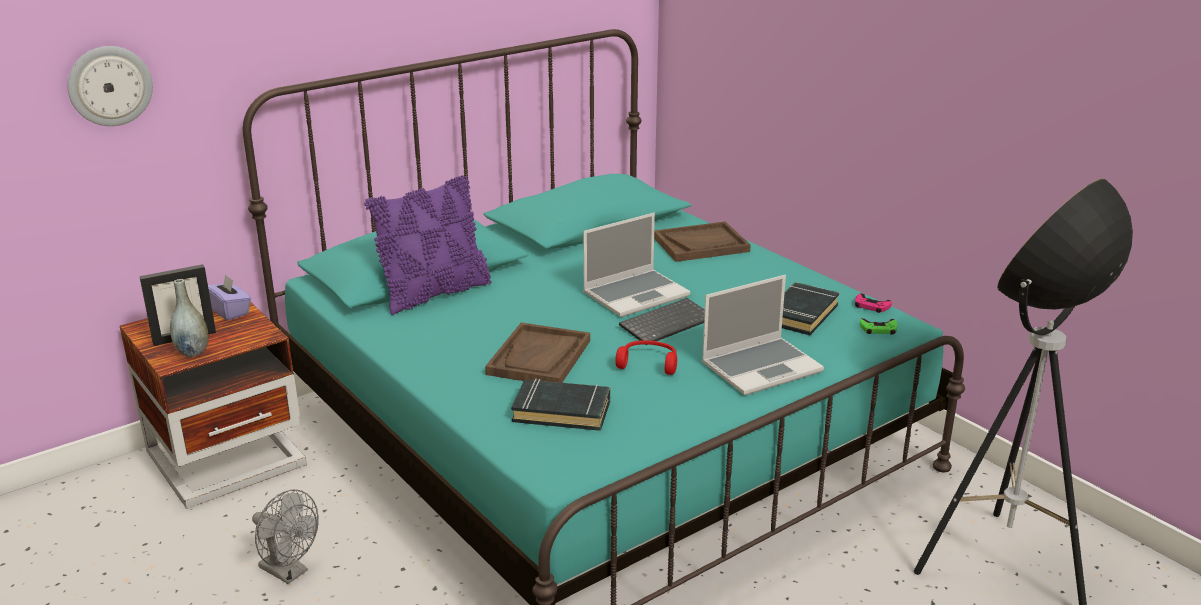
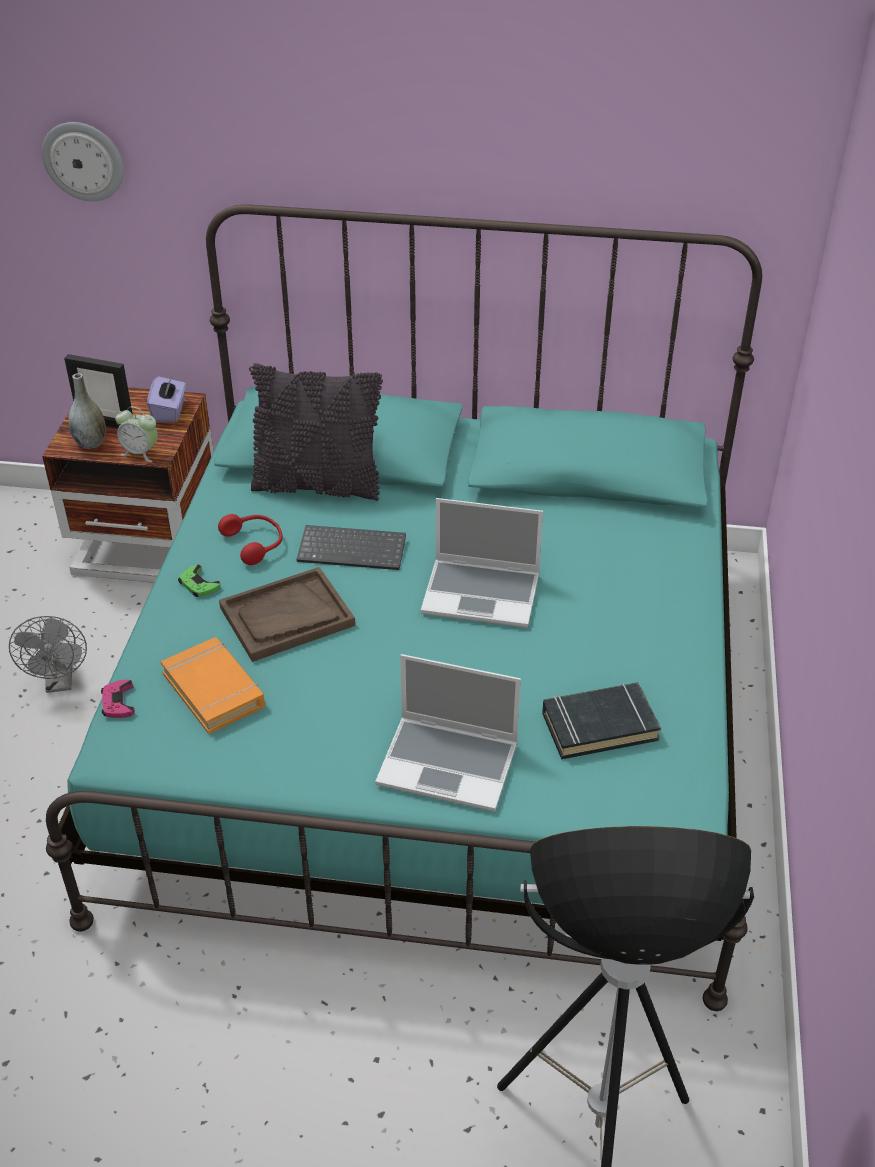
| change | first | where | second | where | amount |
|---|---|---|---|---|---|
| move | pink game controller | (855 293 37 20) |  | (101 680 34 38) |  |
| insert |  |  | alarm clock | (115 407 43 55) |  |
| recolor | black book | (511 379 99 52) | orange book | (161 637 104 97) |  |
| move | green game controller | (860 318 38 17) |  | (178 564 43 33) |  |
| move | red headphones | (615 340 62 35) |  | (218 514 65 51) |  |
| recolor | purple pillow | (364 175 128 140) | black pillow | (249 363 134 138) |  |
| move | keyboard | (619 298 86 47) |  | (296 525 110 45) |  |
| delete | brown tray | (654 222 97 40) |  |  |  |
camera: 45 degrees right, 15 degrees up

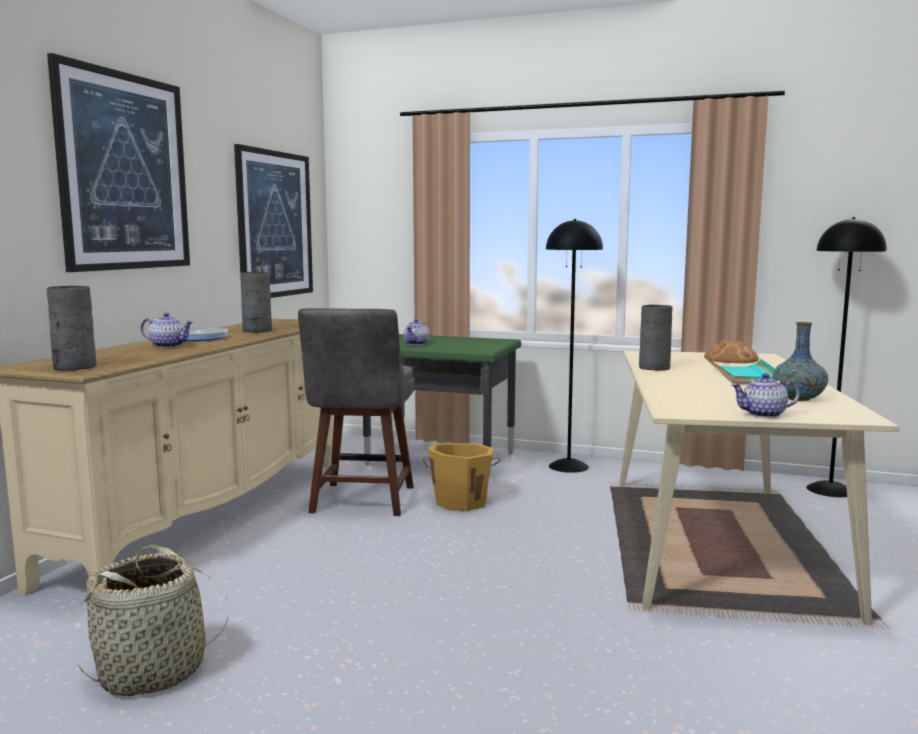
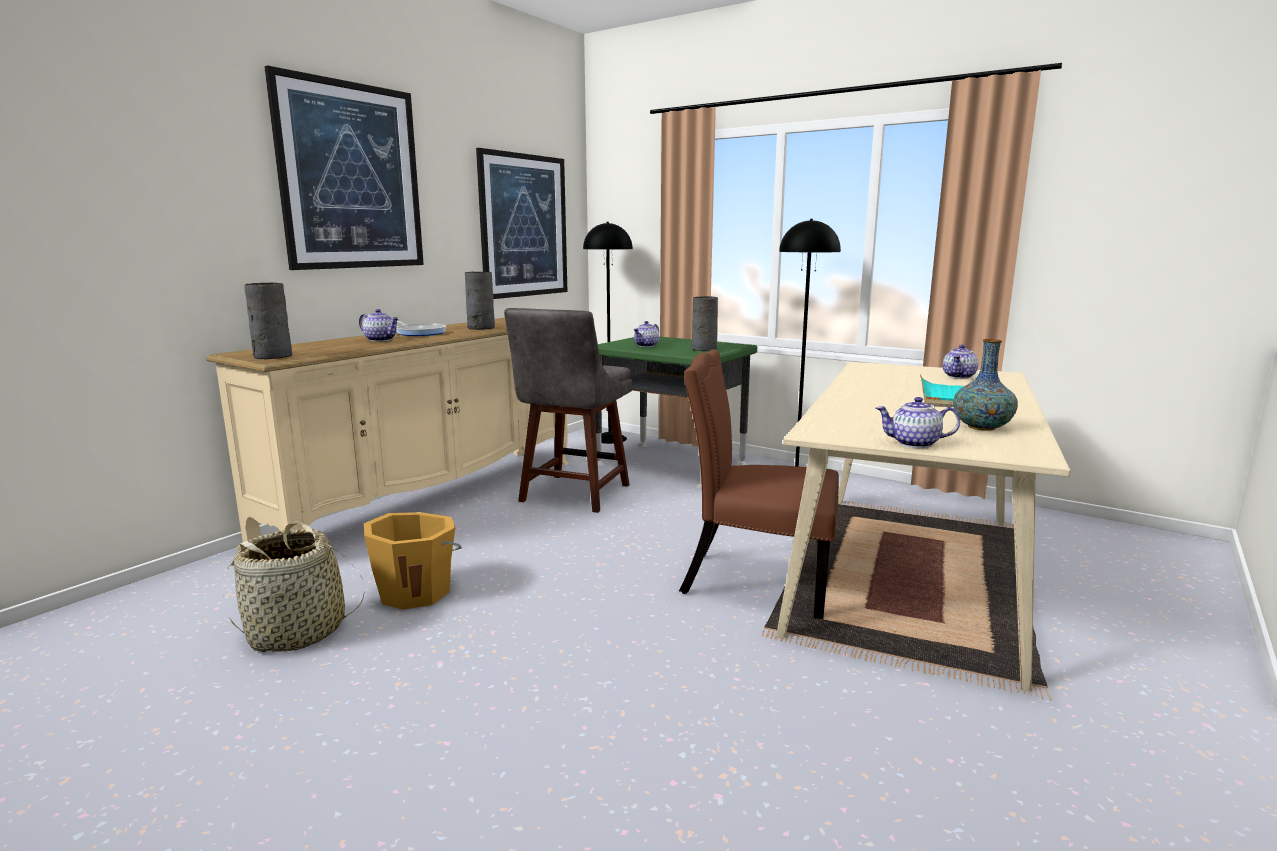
| change | first | where | second | where | amount |
|---|---|---|---|---|---|
| move | orange bucket | (423 443 78 68) |  | (364 512 98 98) |  |
| move | black floor lamp | (806 217 81 280) |  | (583 222 50 222) |  |
| insert |  |  | brown chair | (679 350 160 269) |  |
| move | grey vase | (639 305 34 66) |  | (692 296 26 55) |  |
| replace | bread | (704 340 55 23) | teapot | (943 345 36 34) |  |
camera: 15 degrees right, 5 degrees up

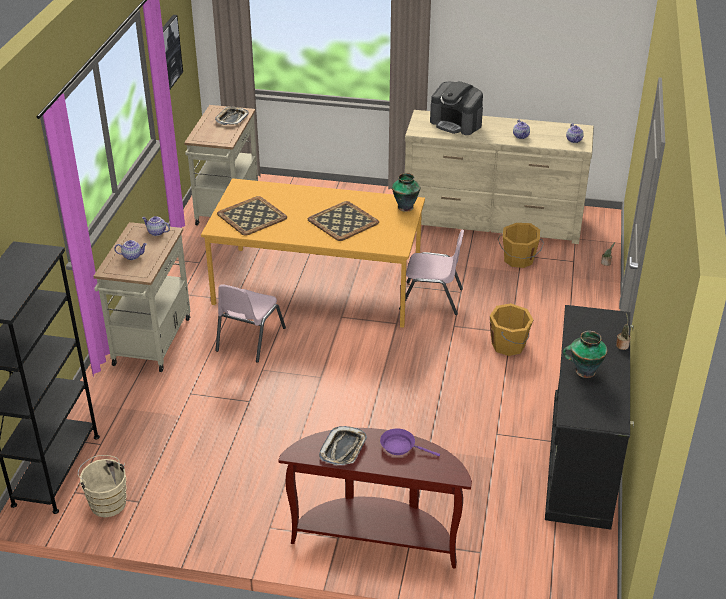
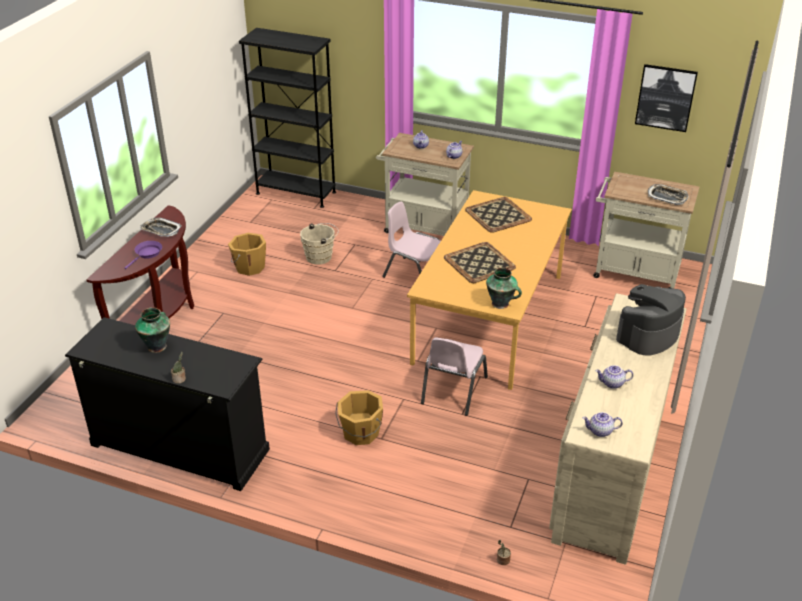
| change | first | where | second | where | amount |
|---|---|---|---|---|---|
| move | orange bucket | (498 223 46 45) |  | (228 233 38 43) |  |
| move | beige bucket | (78 455 49 62) |  | (300 223 39 42) |  |
camera: 100 degrees right, 0 degrees up

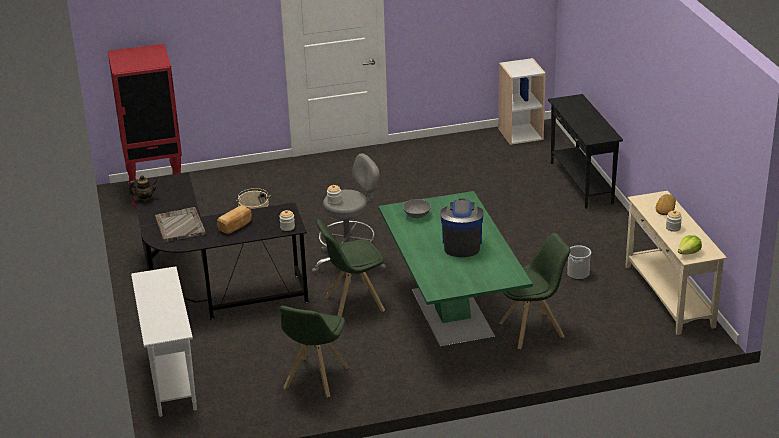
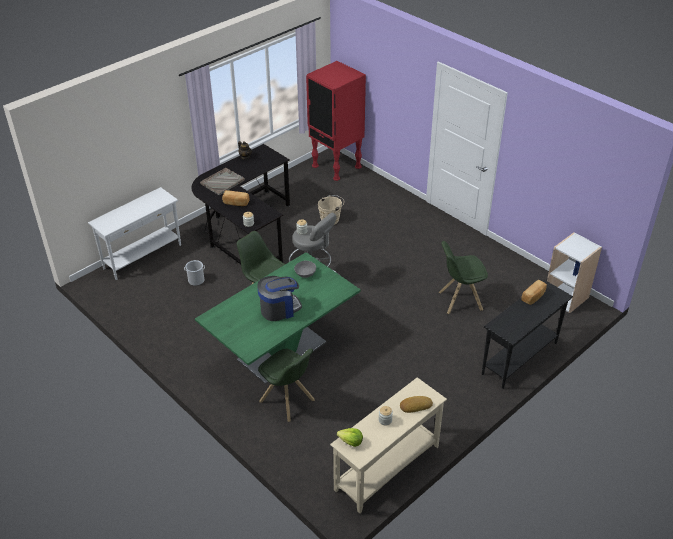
| change | first | where | second | where | amount |
|---|---|---|---|---|---|
| move | bucket | (567 245 24 35) |  | (184 260 21 26) |  |
| move | green chair | (280 306 69 92) |  | (439 241 49 73) |  |
| insert |  |  | bread | (521 280 26 25) |  |
camera: 60 degrees right, 10 degrees up

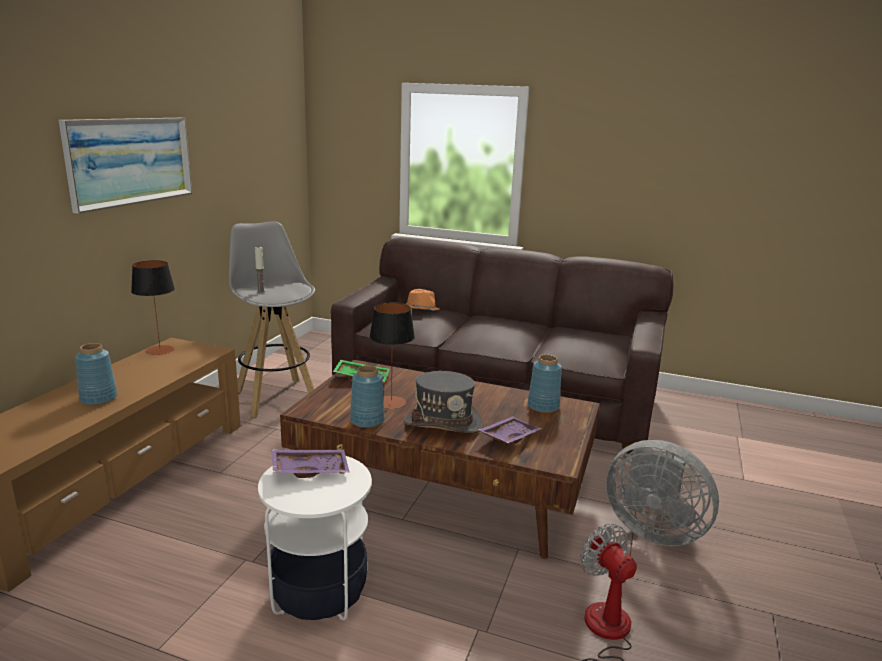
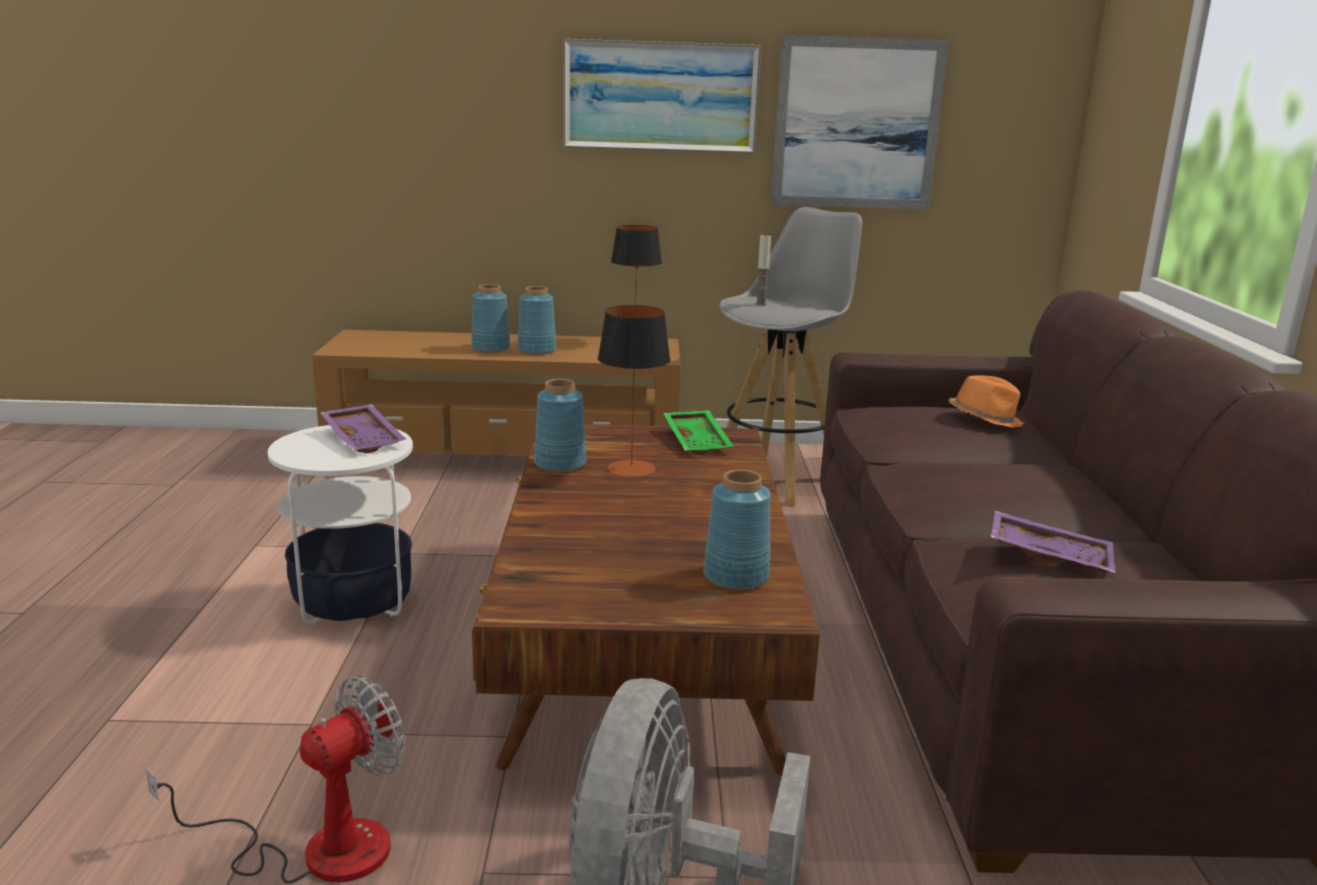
| change | first | where | second | where | amount |
|---|---|---|---|---|---|
| insert |  |  | blue vase | (517 286 39 69) |  |
| insert |  |  | picture | (771 35 177 175) |  |
| move | purple tray | (478 416 64 28) |  | (991 511 125 62) |  |
| delete | grey hat | (404 371 79 62) |  |  |  |
camera: 70 degrees right, 0 degrees up

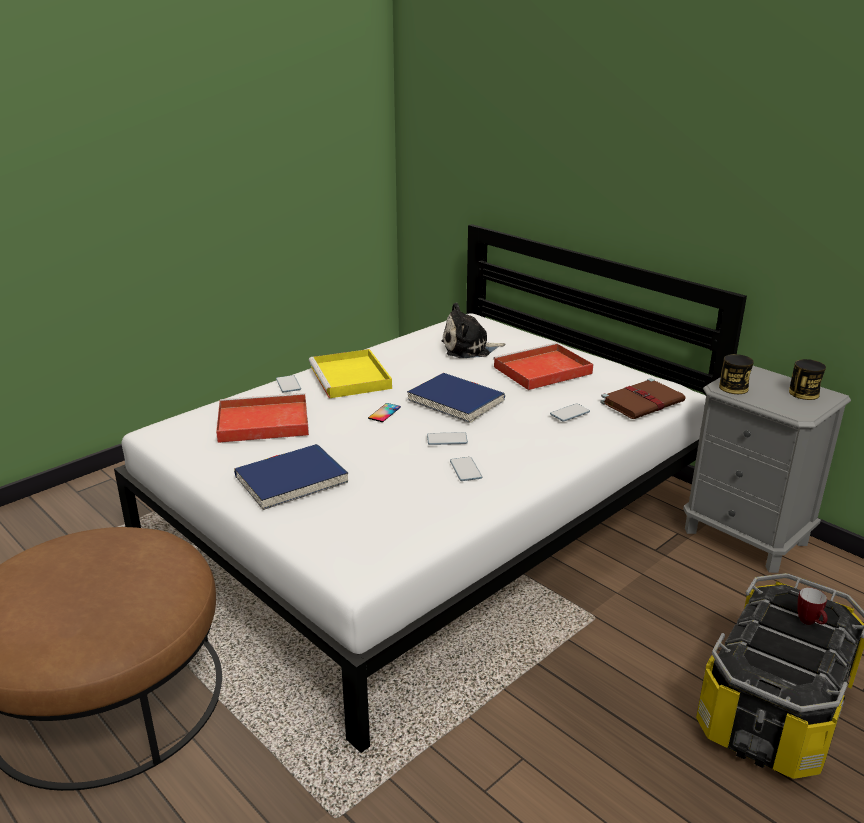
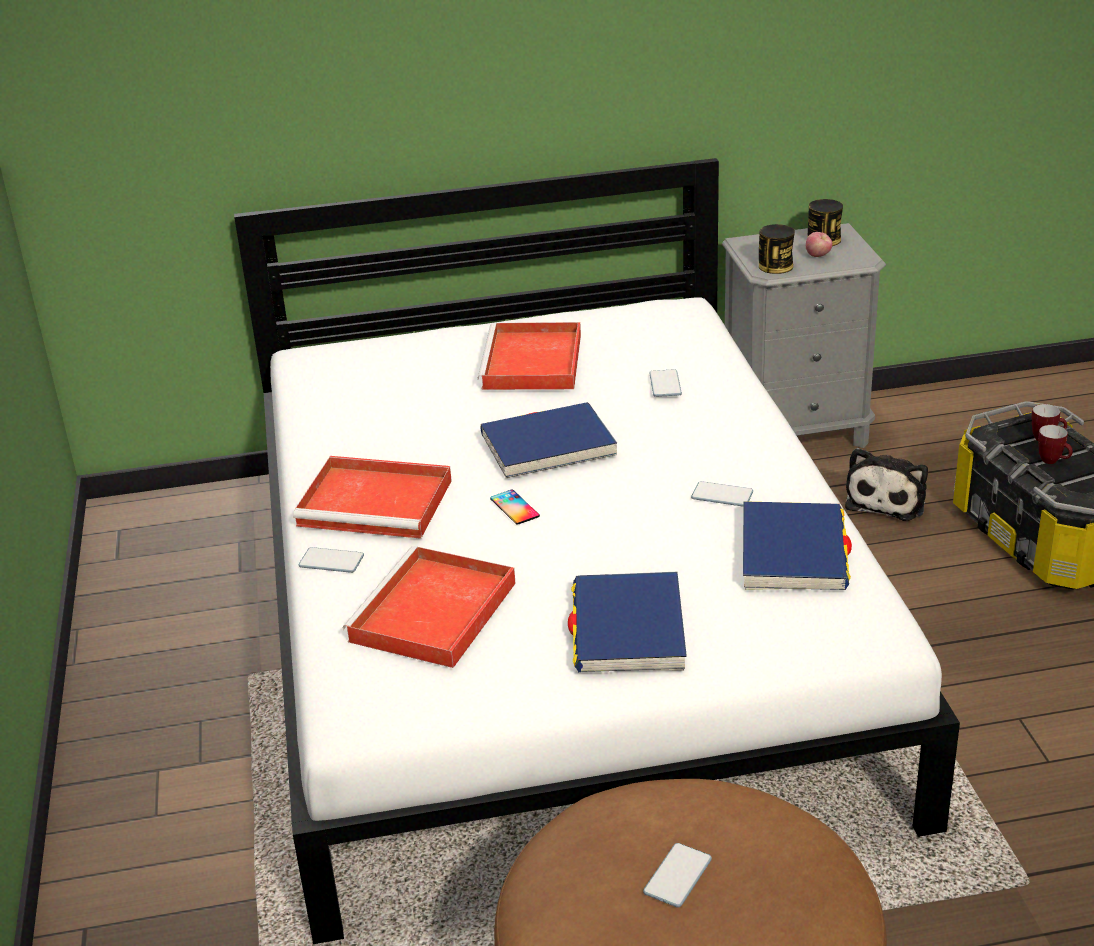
| change | first | where | second | where | amount |
|---|---|---|---|---|---|
| recolor | yellow tray | (309 349 83 49) | red tray | (293 456 159 83) |  |
| move | phone | (427 432 41 13) |  | (643 843 69 64) |  |
| insert |  |  | blue book | (743 501 109 89) |  |
| insert |  |  | apple | (806 232 26 25) |  |
| move | plush toy | (442 303 64 55) |  | (845 448 83 73) |  |
| insert |  |  | mug | (1038 425 35 39) |  |
| delete | brown book | (600 378 86 41) |  |  |  |
camera: 55 degrees left, 5 degrees up

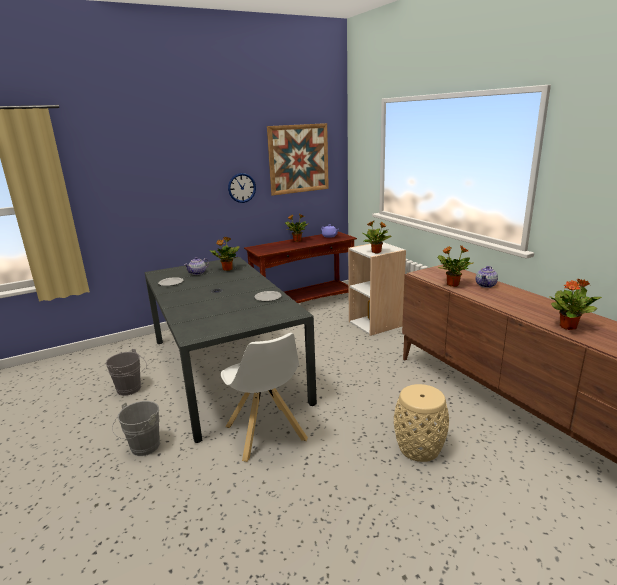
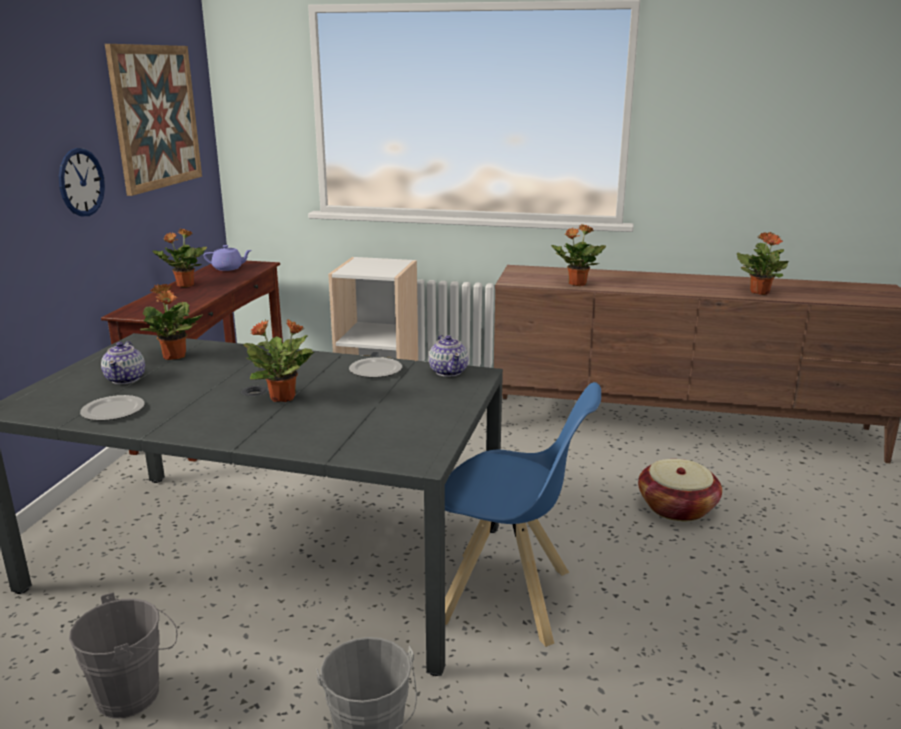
| change | first | where | second | where | amount |
|---|---|---|---|---|---|
| move | potted plant | (363 221 29 32) |  | (243 319 71 83) |  |
| move | teapot | (476 266 22 22) |  | (429 335 39 42) |  |
| recolor | white chair | (221 333 87 129) | blue chair | (445 382 156 265) |  |
| replace | beige stool | (394 384 55 78) | basket | (638 459 84 62) |  |
camera: 50 degrees left, 0 degrees up

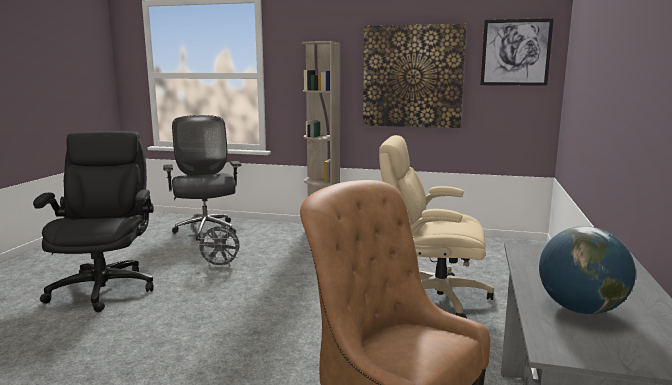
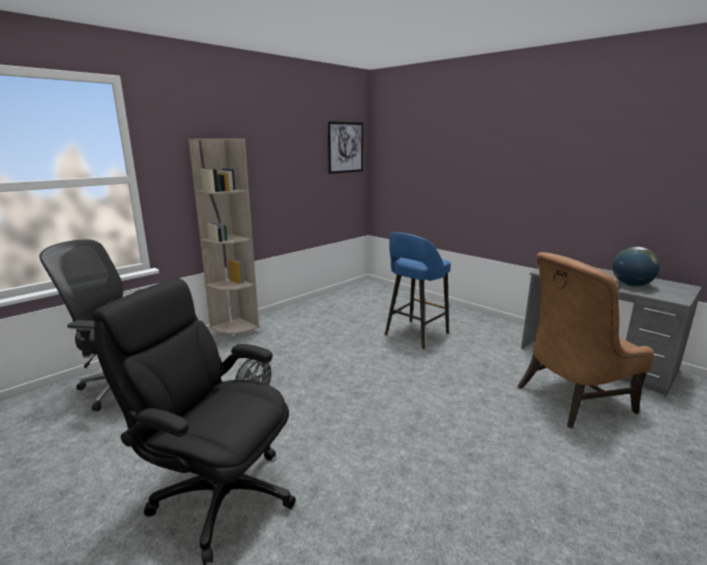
| change | first | where | second | where | amount |
|---|---|---|---|---|---|
| replace | beige office chair | (379 135 115 183) | blue stool | (384 232 67 117) |  |
| delete | picture | (363 24 103 104) |  |  |  |
camera: 60 degrees left, 5 degrees up

